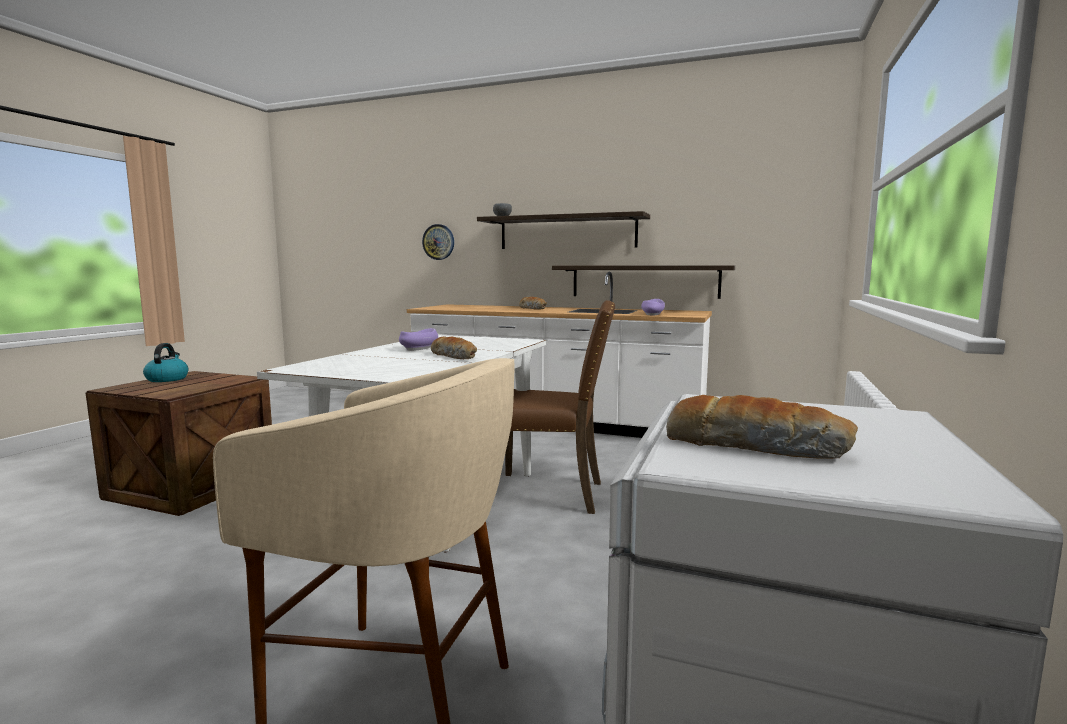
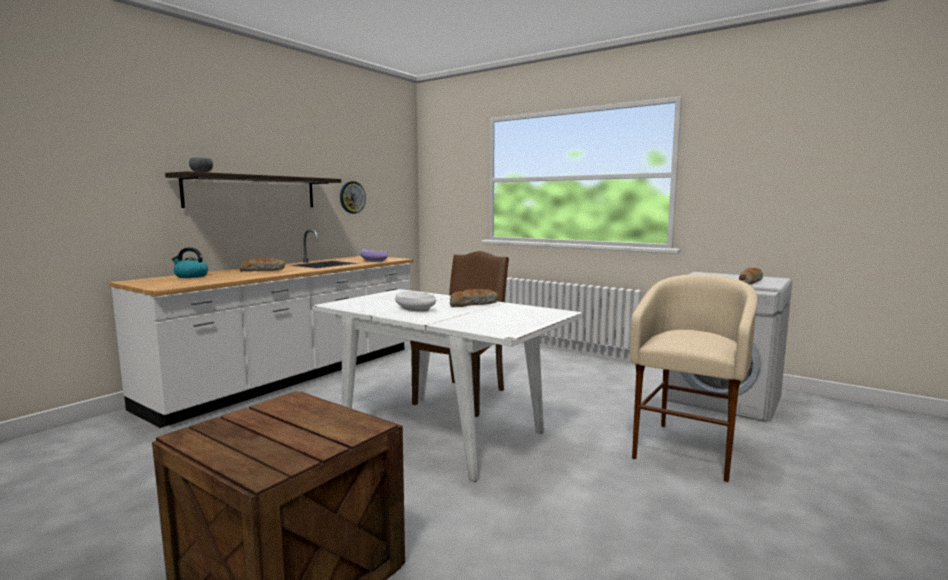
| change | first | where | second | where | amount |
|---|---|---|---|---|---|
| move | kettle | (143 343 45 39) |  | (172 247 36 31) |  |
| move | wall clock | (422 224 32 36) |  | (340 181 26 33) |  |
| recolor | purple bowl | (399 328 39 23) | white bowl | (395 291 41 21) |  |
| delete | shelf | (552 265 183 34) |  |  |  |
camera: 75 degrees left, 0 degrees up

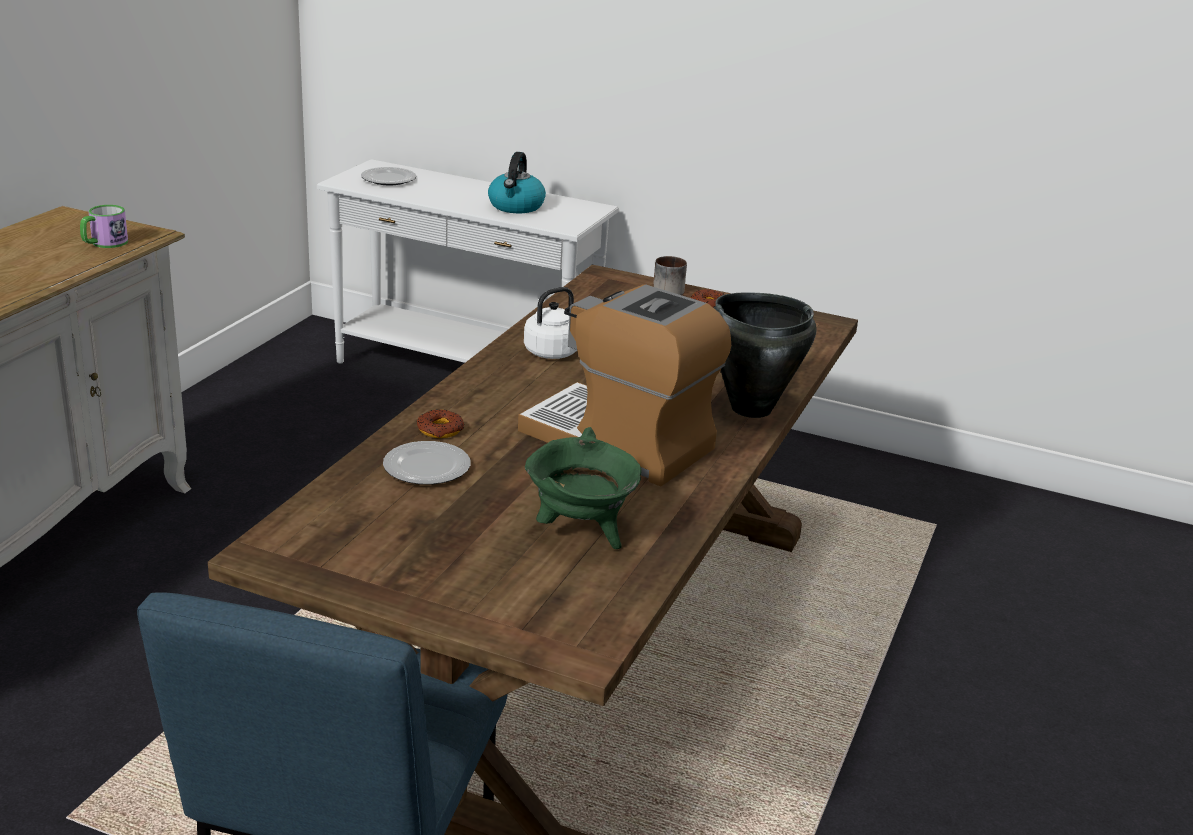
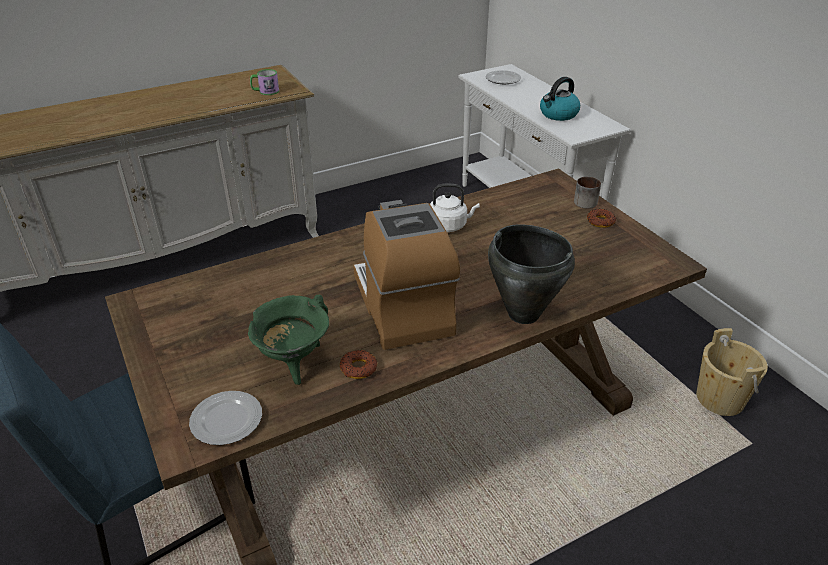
| change | first | where | second | where | amount |
|---|---|---|---|---|---|
| move | plate | (383 441 88 44) |  | (189 391 73 54) |  |
| move | donut | (417 409 48 29) |  | (340 350 37 29) |  |
| insert |  |  | beige bucket | (696 328 72 88) |  |
camera: 40 degrees right, 10 degrees up

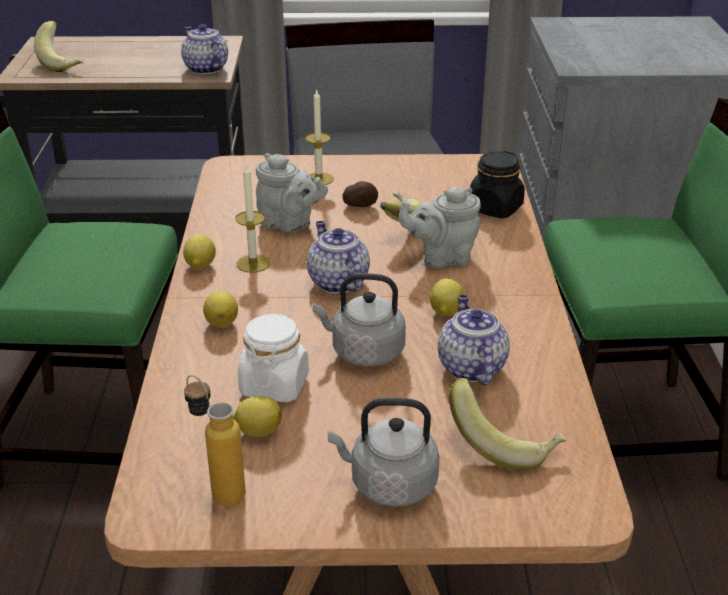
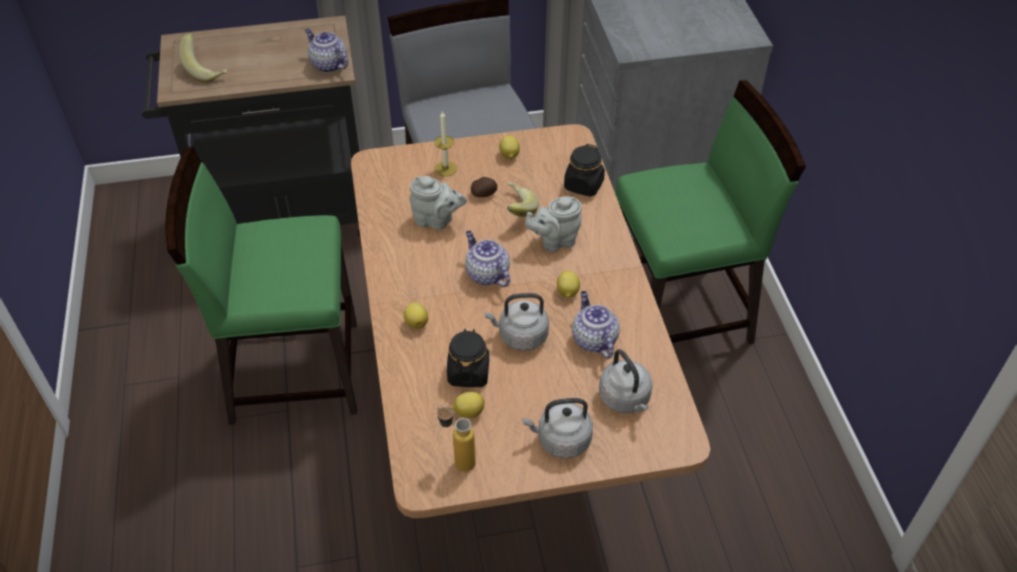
| change | first | where | second | where | amount |
|---|---|---|---|---|---|
| recolor | white jar | (238 313 71 89) | black jar | (447 329 42 58) |  |
| move | lemon | (183 234 33 35) |  | (499 136 21 23) |  |
| replace | banana | (449 378 117 92) | grey kettle | (599 349 54 64) |  |
| delete | candle | (235 163 35 110) |  |  |  |
camera: 10 degrees left, 15 degrees up

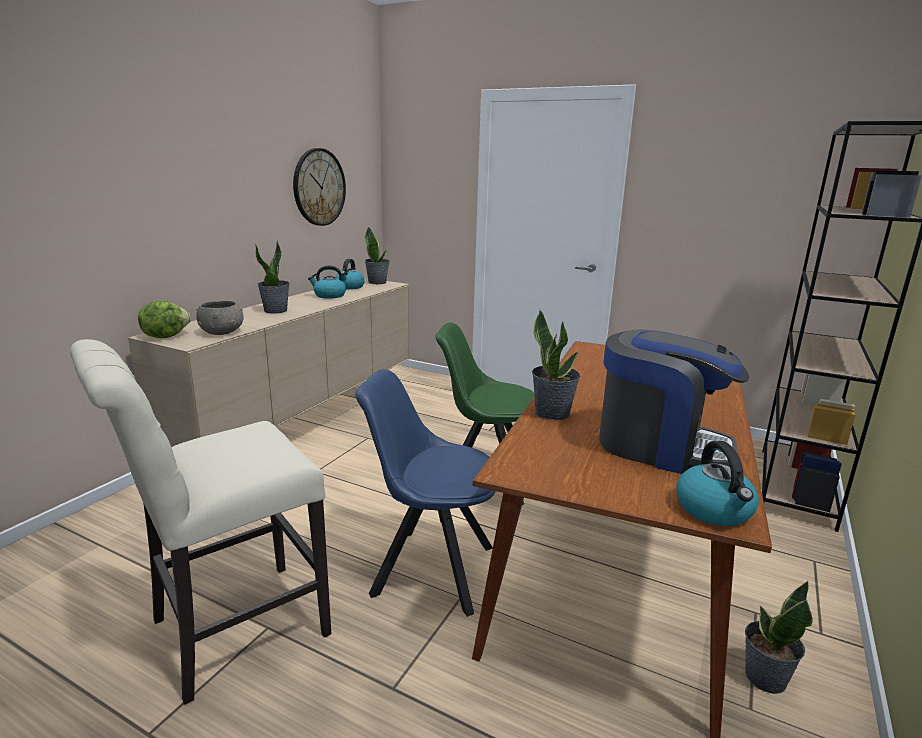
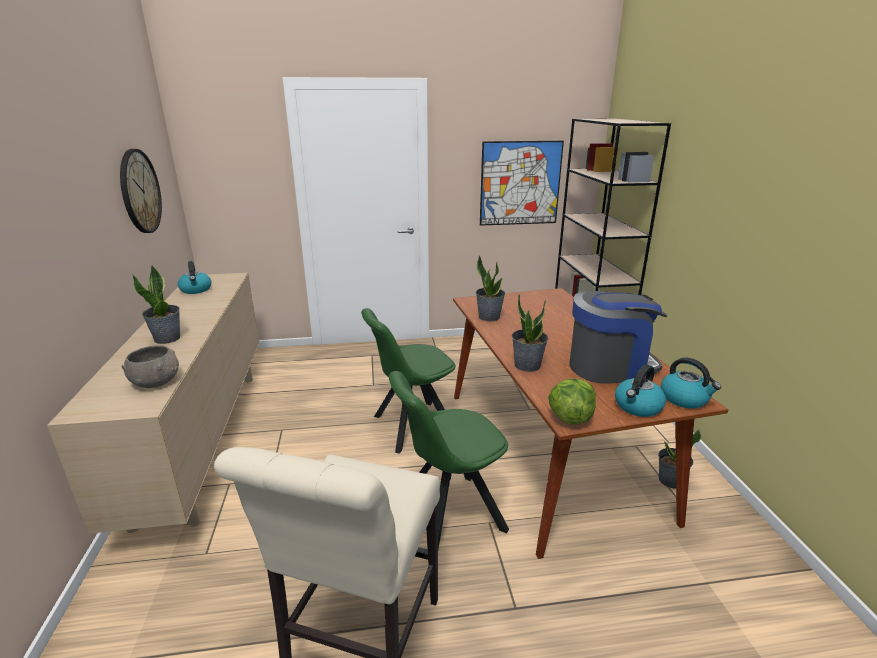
| change | first | where | second | where | amount |
|---|---|---|---|---|---|
| recolor | blue chair | (355 369 141 248) | green chair | (389 371 120 178) |  |
| move | potted plant | (365 227 25 57) |  | (476 256 29 66) |  |
| insert |  |  | picture | (480 141 84 85) |  |
| move | lettuce | (138 301 53 37) |  | (548 379 48 45) |  |
| move | kettle | (308 265 38 34) |  | (615 364 51 53) |  |
camera: 35 degrees left, 5 degrees up

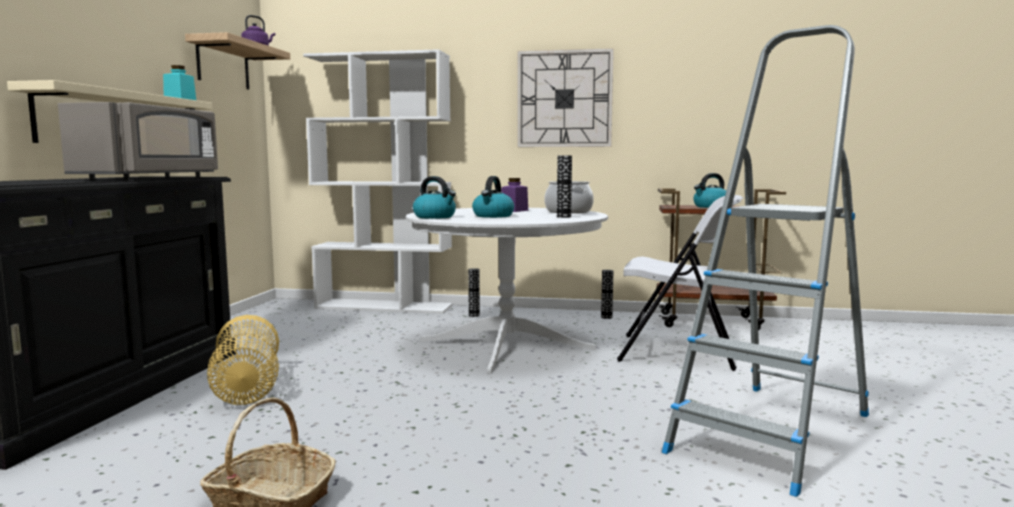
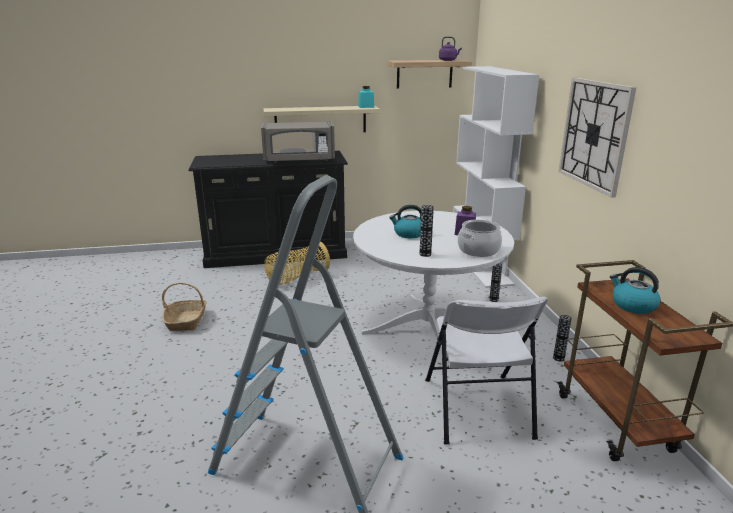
| change | first | where | second | where | amount |
|---|---|---|---|---|---|
| delete | kettle | (413 176 43 43) |  |  |  |
camera: 70 degrees right, 15 degrees up

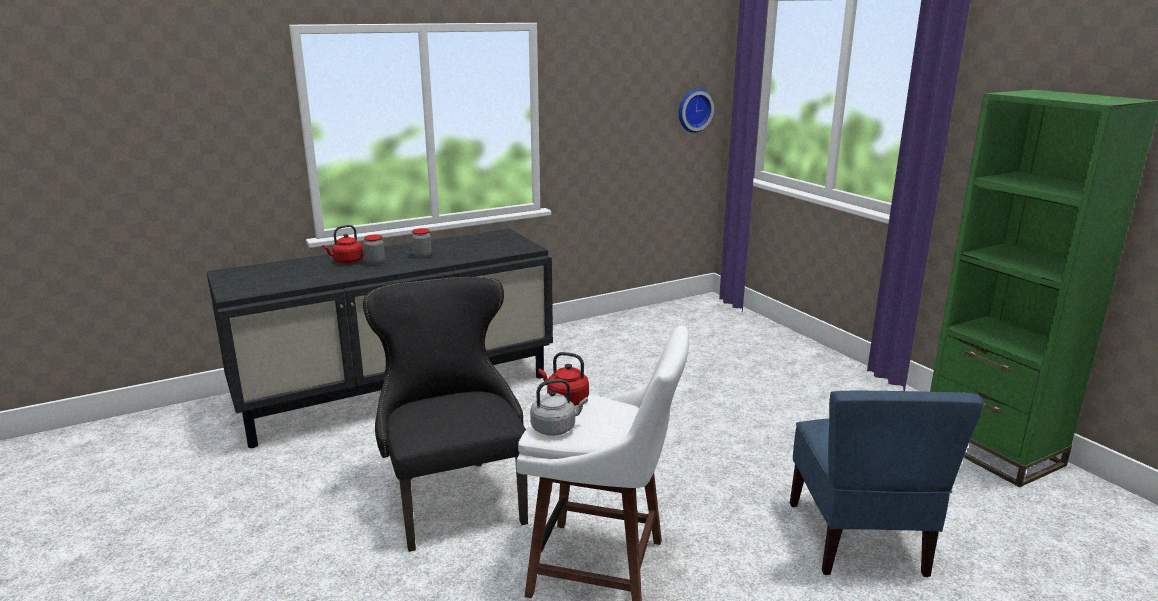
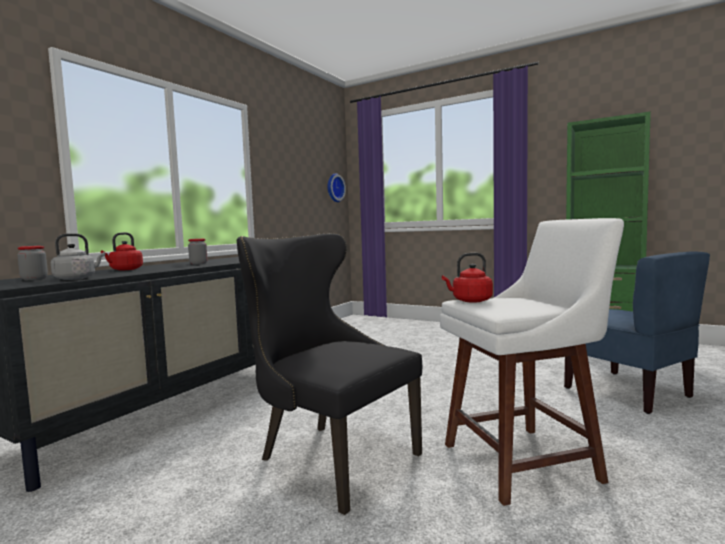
| change | first | where | second | where | amount |
|---|---|---|---|---|---|
| move | jar | (364 235 21 30) |  | (17 246 31 34) |  |
| move | grey kettle | (530 379 58 57) |  | (51 233 54 47) |  |
camera: 30 degrees left, 15 degrees down

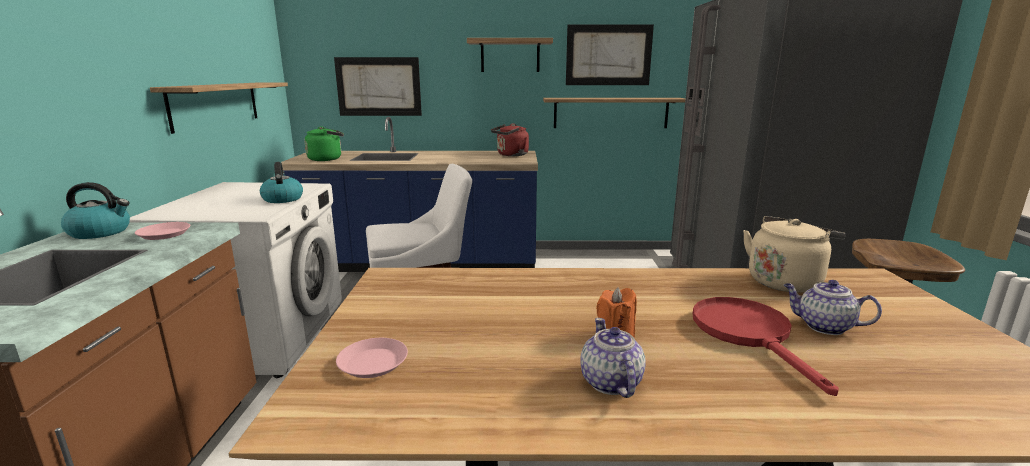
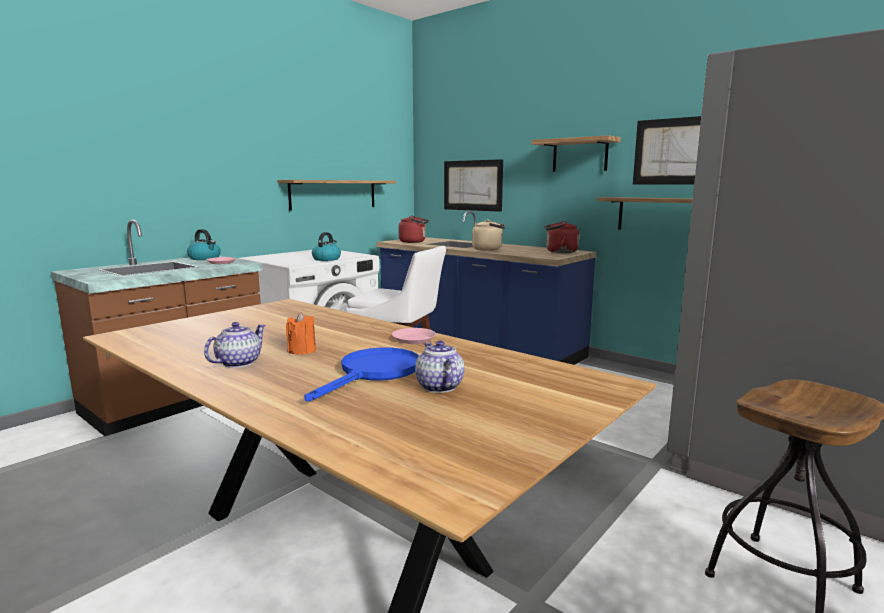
| change | first | where | second | where | amount |
|---|---|---|---|---|---|
| recolor | red frying pan | (693 297 146 99) | blue frying pan | (304 347 115 54) |  |
| move | pink plate | (336 338 72 40) |  | (392 328 44 16) |  |
| recolor | green kettle | (304 127 40 34) | red kettle | (398 215 31 28) |  |
| move | beige kettle | (743 216 103 77) |  | (472 220 33 31) |  |
camera: 40 degrees right, 5 degrees down

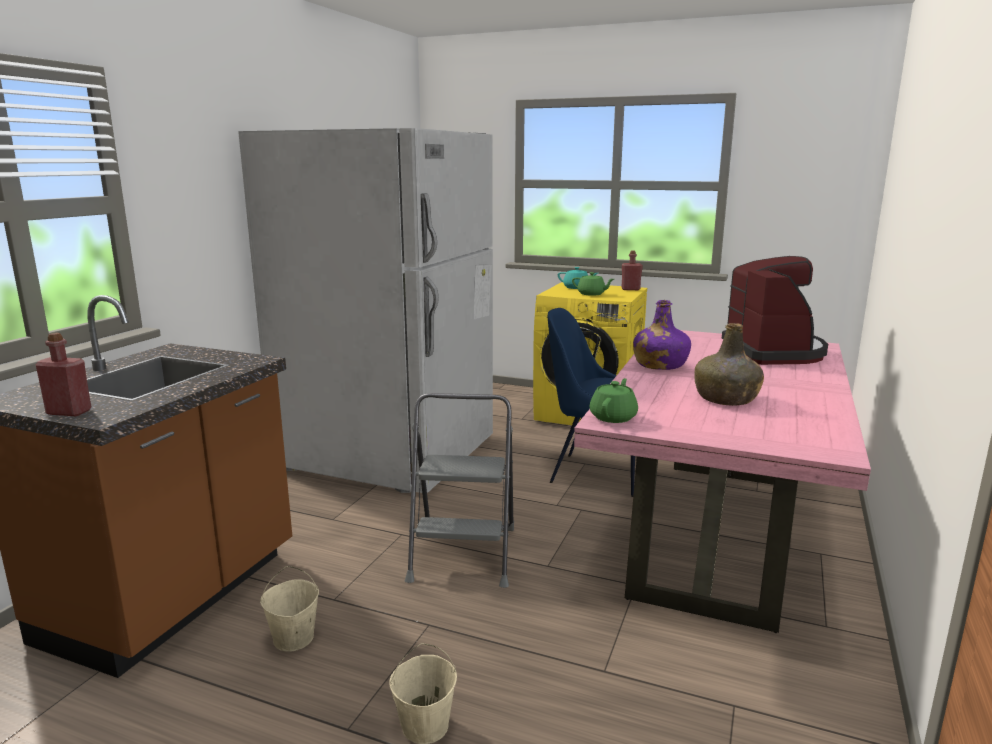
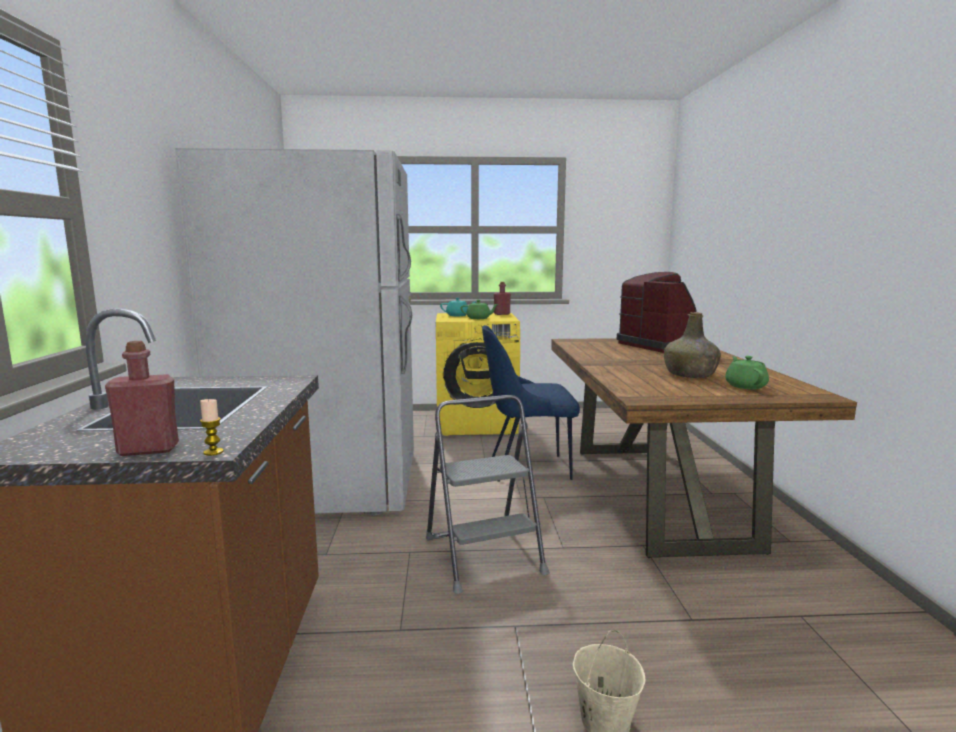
| change | first | where | second | where | amount |
|---|---|---|---|---|---|
| insert |  |  | candle | (200 398 24 58) |  |
| recolor | pink dining table | (574 330 297 303) | brown dining table | (551 338 306 220) |  |
| move | green teapot | (590 378 48 45) |  | (725 356 44 33) |  |
| delete | beige bucket | (260 566 59 86) |  |  |  |
| delete | purple bottle | (633 300 58 70) |  |  |  |
camera: 25 degrees left, 5 degrees down

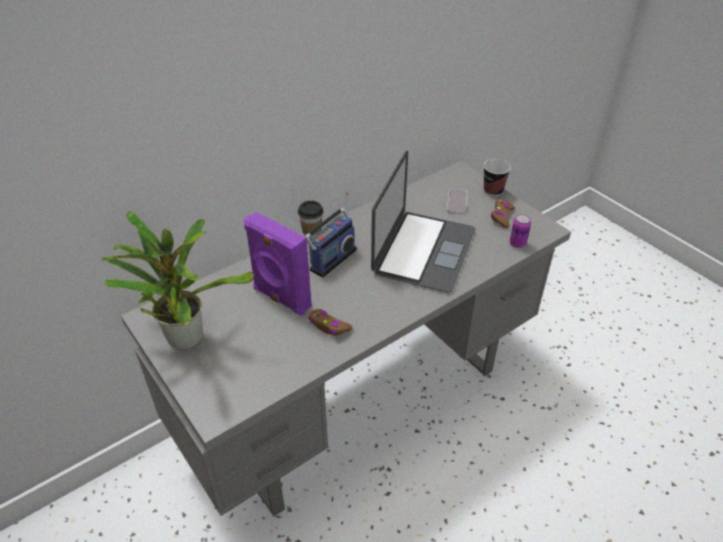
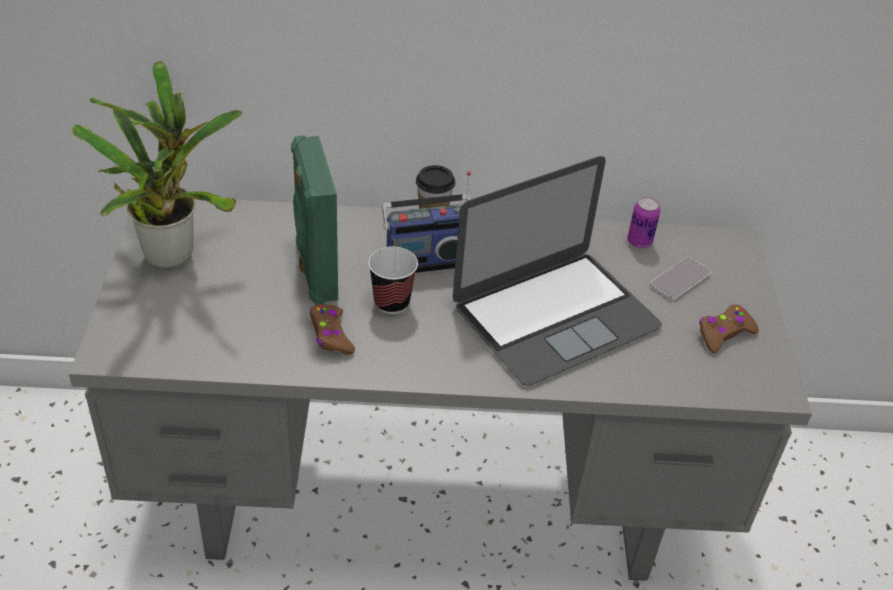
| change | first | where | second | where | amount |
|---|---|---|---|---|---|
| recolor | purple speaker | (244 212 68 104) | green speaker | (291 135 47 170) |  |
| move | cup | (484 159 27 37) |  | (368 246 50 68) |  |
| move | can | (510 214 21 34) |  | (627 197 34 51) |  |
camera: 35 degrees right, 0 degrees up

